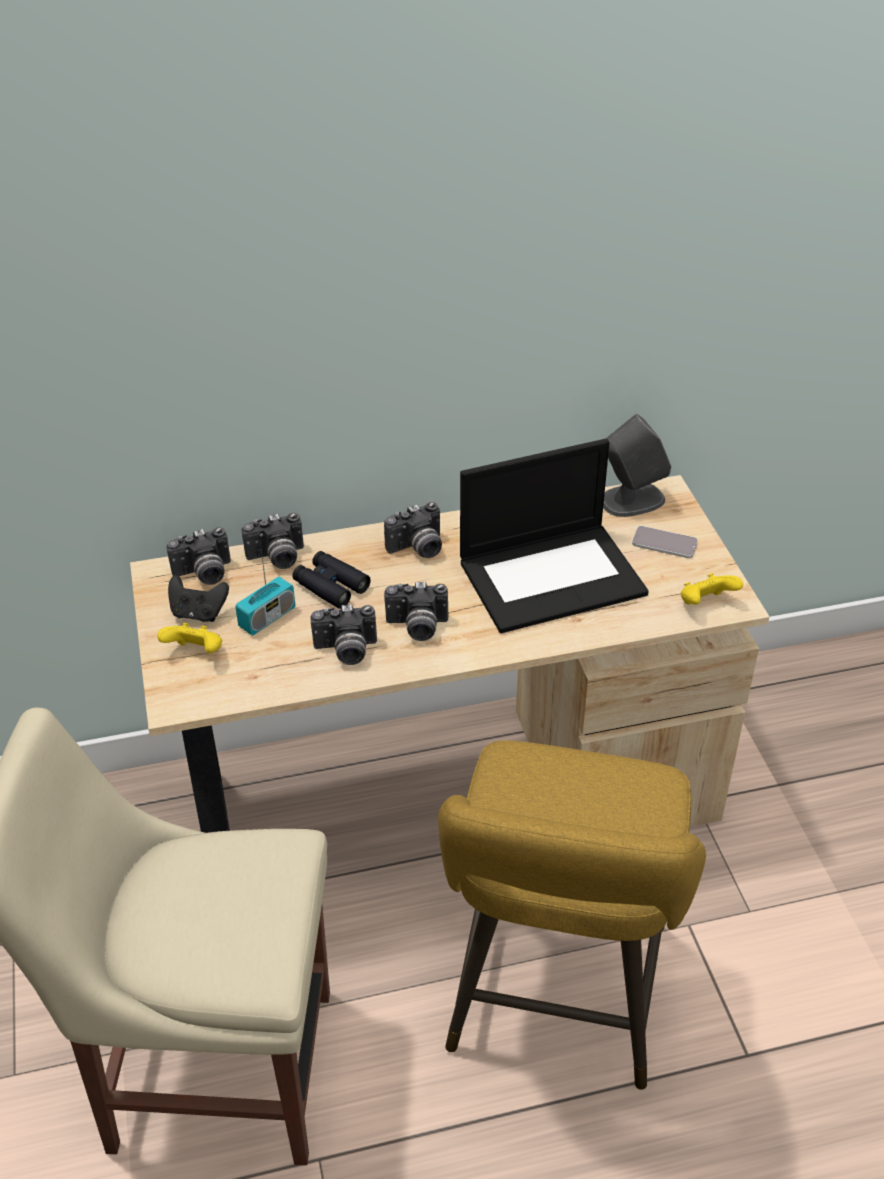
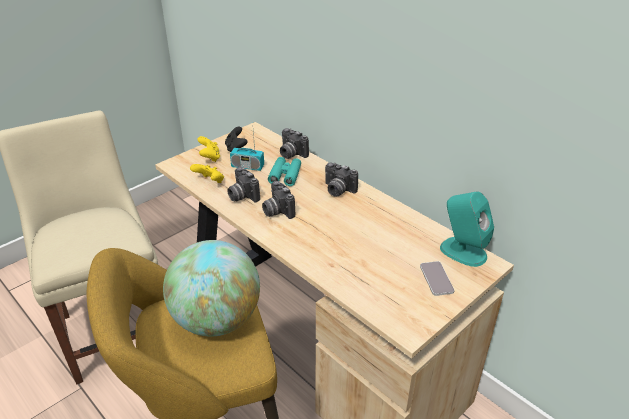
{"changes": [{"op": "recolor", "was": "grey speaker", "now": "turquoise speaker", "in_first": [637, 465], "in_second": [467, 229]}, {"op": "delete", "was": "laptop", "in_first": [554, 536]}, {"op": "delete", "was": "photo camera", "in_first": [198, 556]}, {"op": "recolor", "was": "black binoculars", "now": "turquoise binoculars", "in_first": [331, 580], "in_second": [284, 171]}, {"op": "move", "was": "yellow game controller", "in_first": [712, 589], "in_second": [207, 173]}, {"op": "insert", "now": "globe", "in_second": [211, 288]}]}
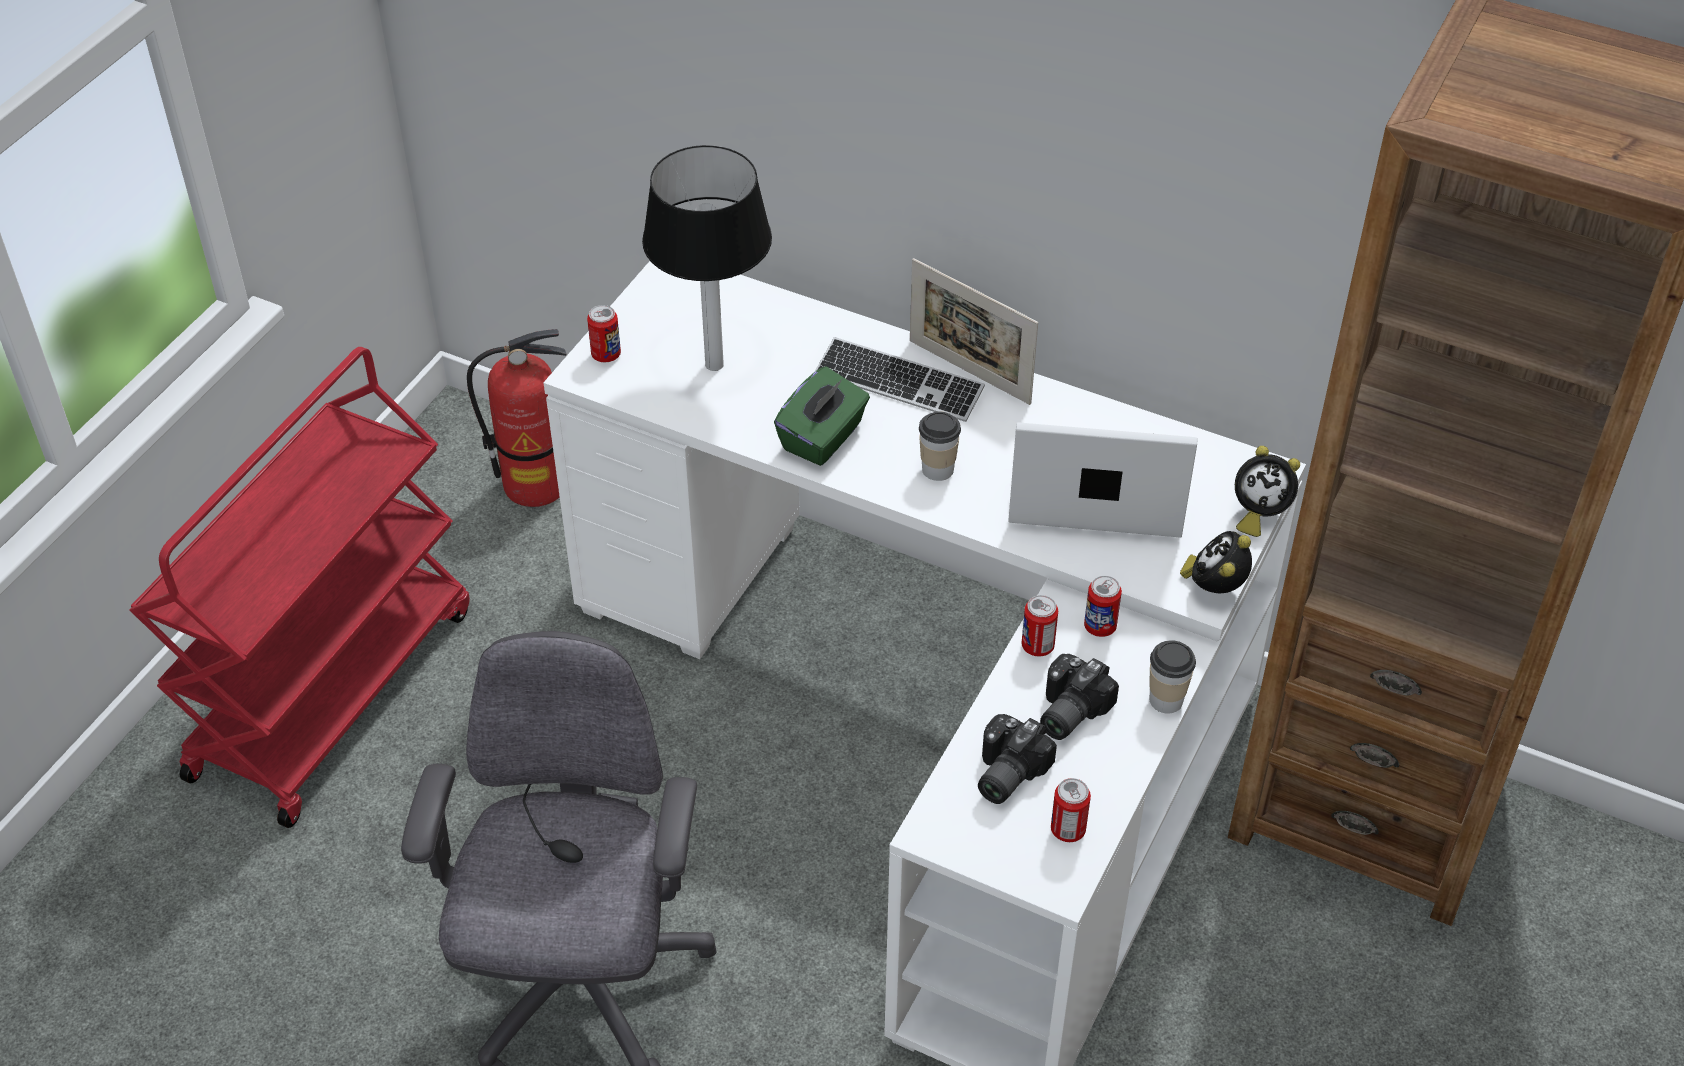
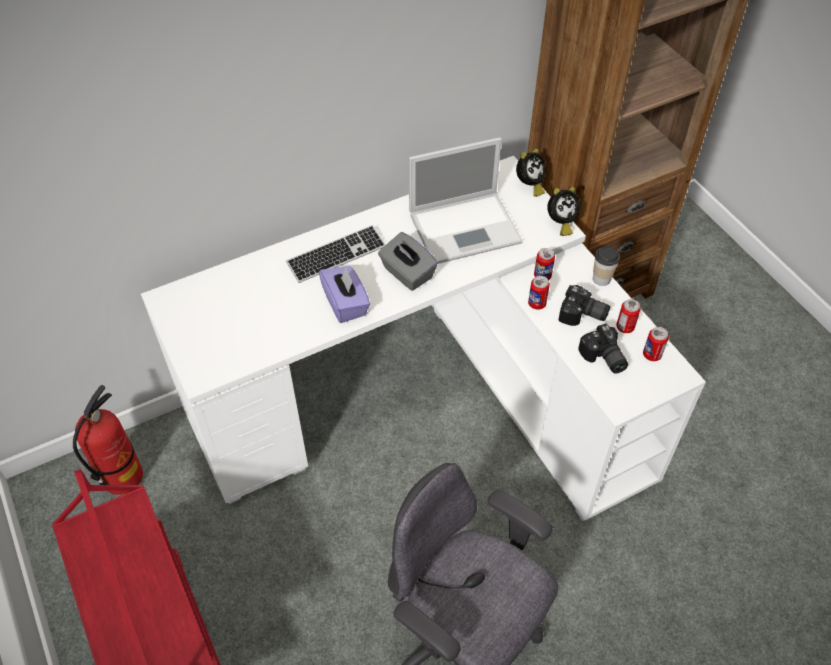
{"changes": [{"op": "delete", "was": "table lamp", "in_first": [707, 258]}, {"op": "delete", "was": "picture frame", "in_first": [974, 331]}, {"op": "move", "was": "can", "in_first": [604, 333], "in_second": [628, 316]}, {"op": "recolor", "was": "green tissue box", "now": "purple tissue box", "in_first": [822, 416], "in_second": [344, 294]}, {"op": "replace", "was": "cup", "now": "grey tissue box", "in_first": [940, 446], "in_second": [408, 261]}, {"op": "rotate", "was": "laptop", "in_first": [1102, 480], "in_second": [466, 200], "clockwise": -150}, {"op": "rotate", "was": "alarm clock", "in_first": [1216, 562], "in_second": [563, 211], "clockwise": -90}, {"op": "rotate", "was": "photo camera", "in_first": [1079, 697], "in_second": [584, 305], "clockwise": -45}]}
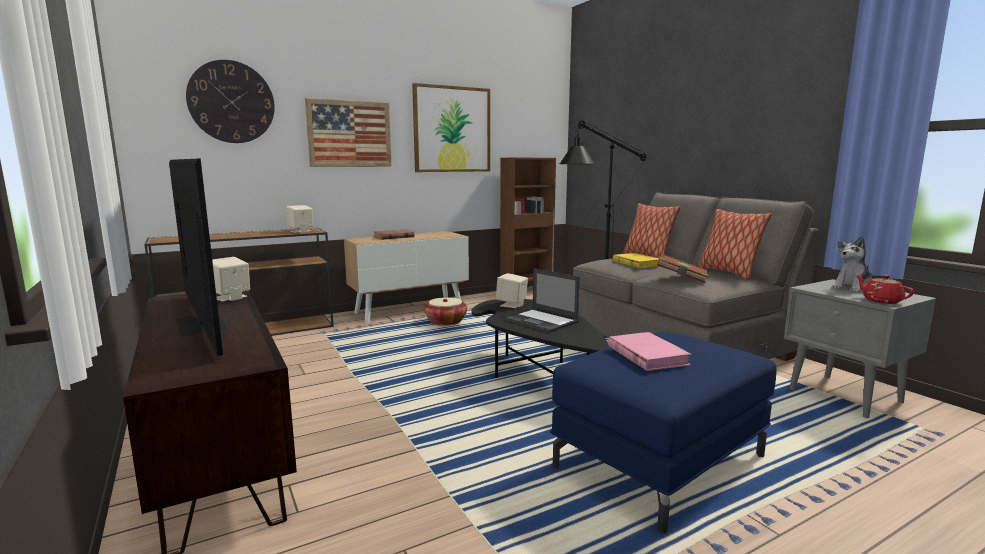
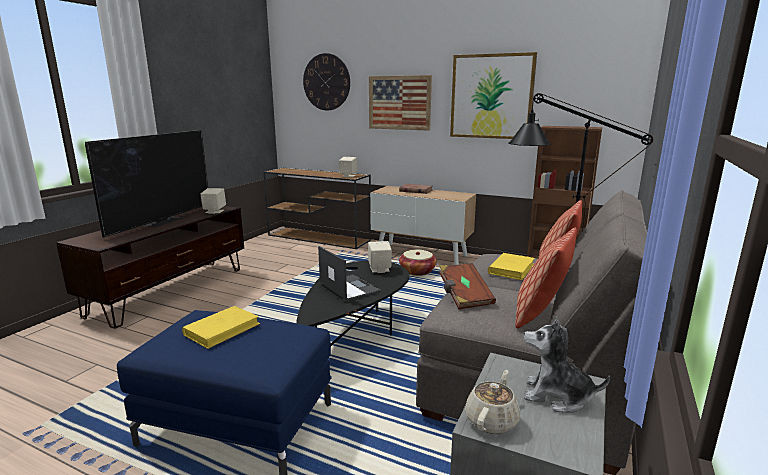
{"changes": [{"op": "rotate", "was": "laptop", "in_first": [542, 300], "in_second": [349, 274], "clockwise": 135}, {"op": "recolor", "was": "red teapot", "now": "beige teapot", "in_first": [884, 289], "in_second": [492, 402]}, {"op": "recolor", "was": "pink book", "now": "yellow book", "in_first": [650, 351], "in_second": [221, 327]}]}
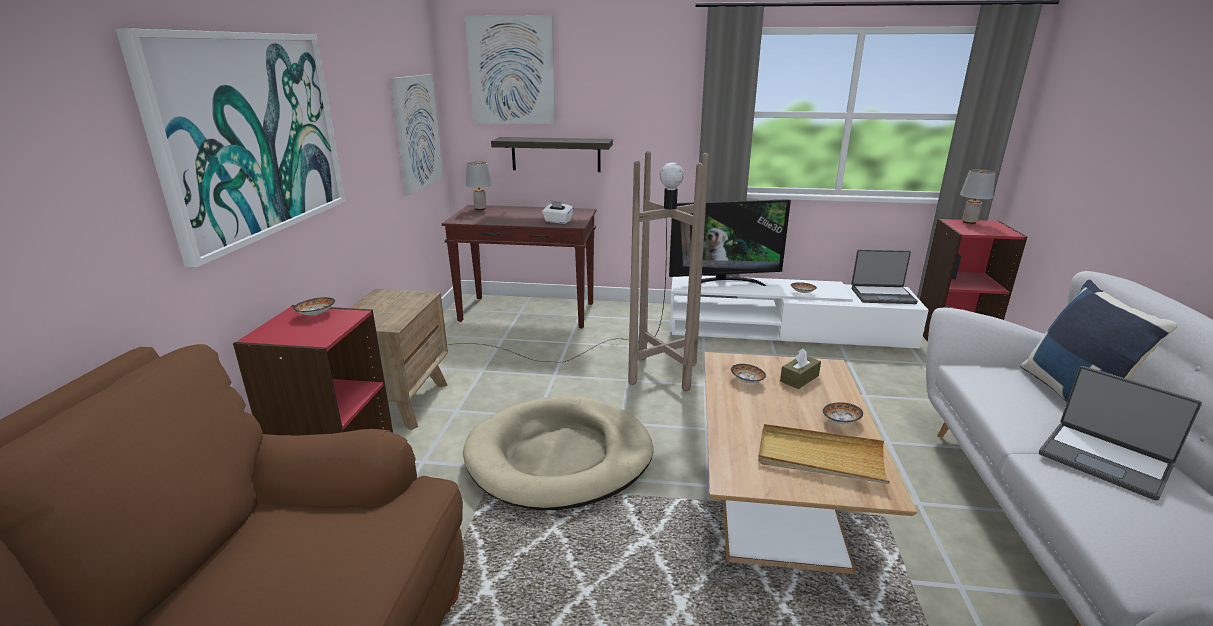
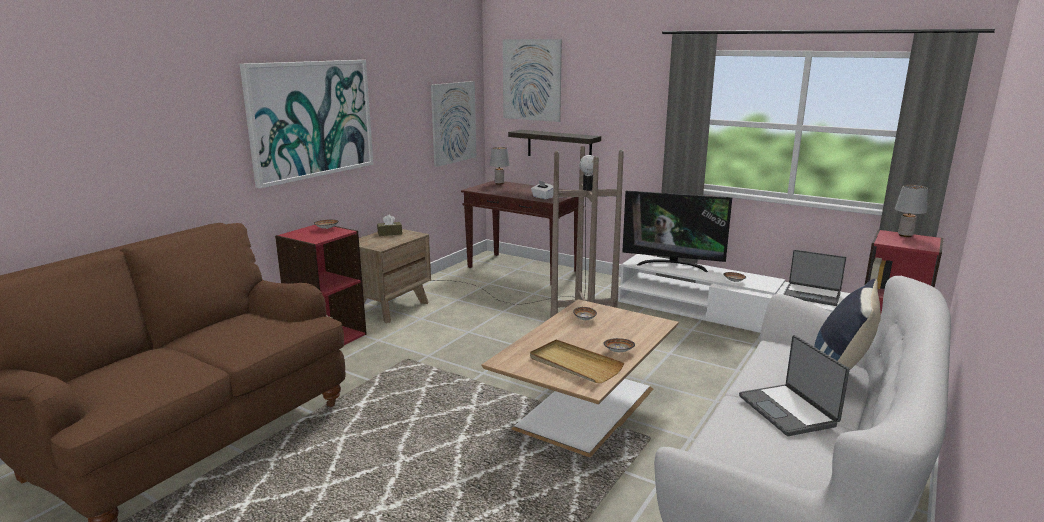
{"changes": [{"op": "move", "was": "brown tissue box", "in_first": [800, 368], "in_second": [389, 225]}, {"op": "delete", "was": "beige dog bed", "in_first": [558, 453]}]}
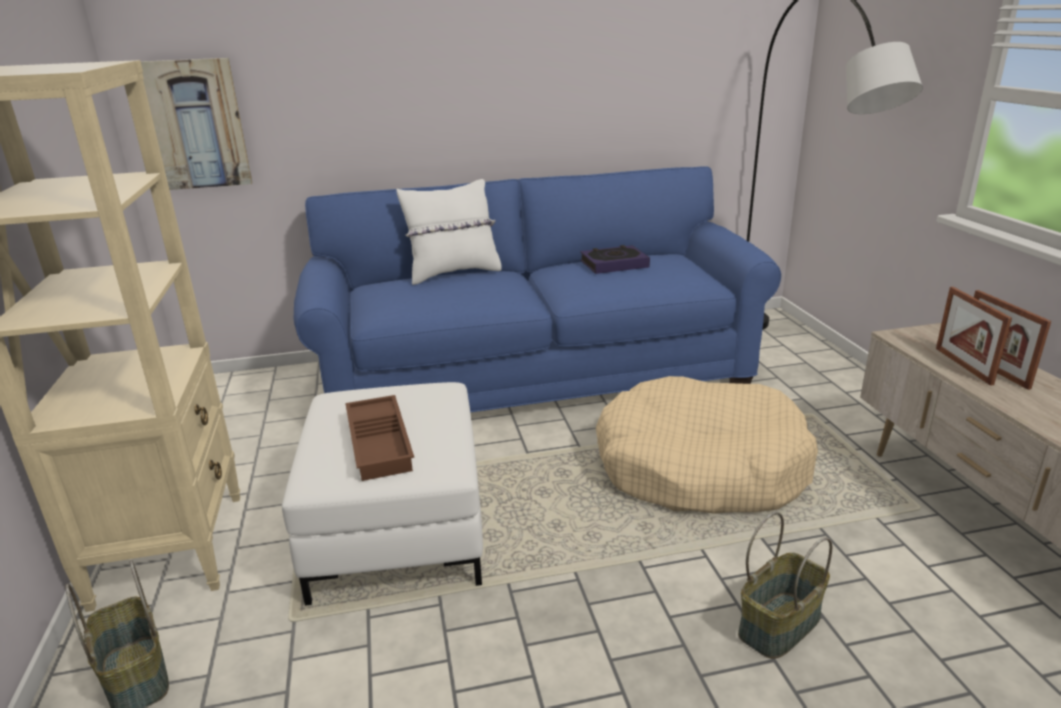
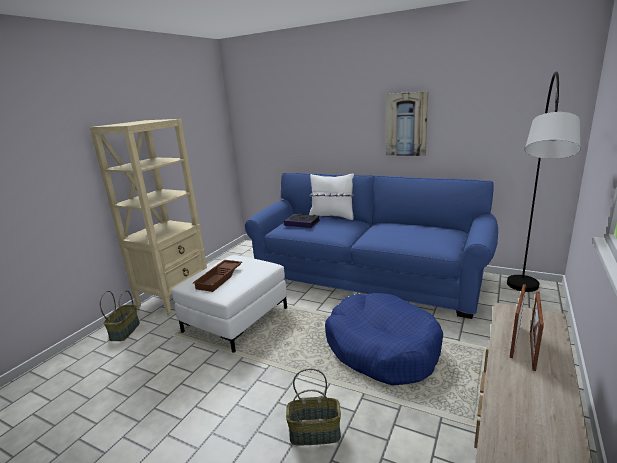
{"changes": [{"op": "move", "was": "picture", "in_first": [197, 124], "in_second": [407, 123]}, {"op": "move", "was": "book", "in_first": [615, 259], "in_second": [302, 221]}, {"op": "recolor", "was": "beige dog bed", "now": "blue dog bed", "in_first": [707, 445], "in_second": [384, 339]}]}
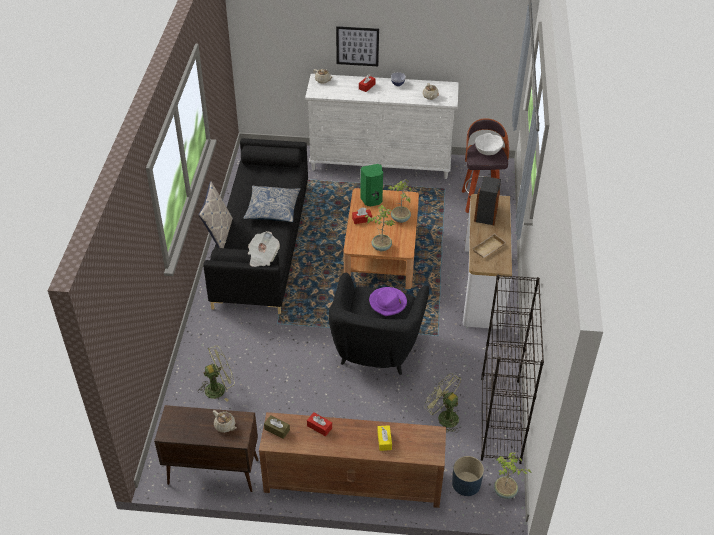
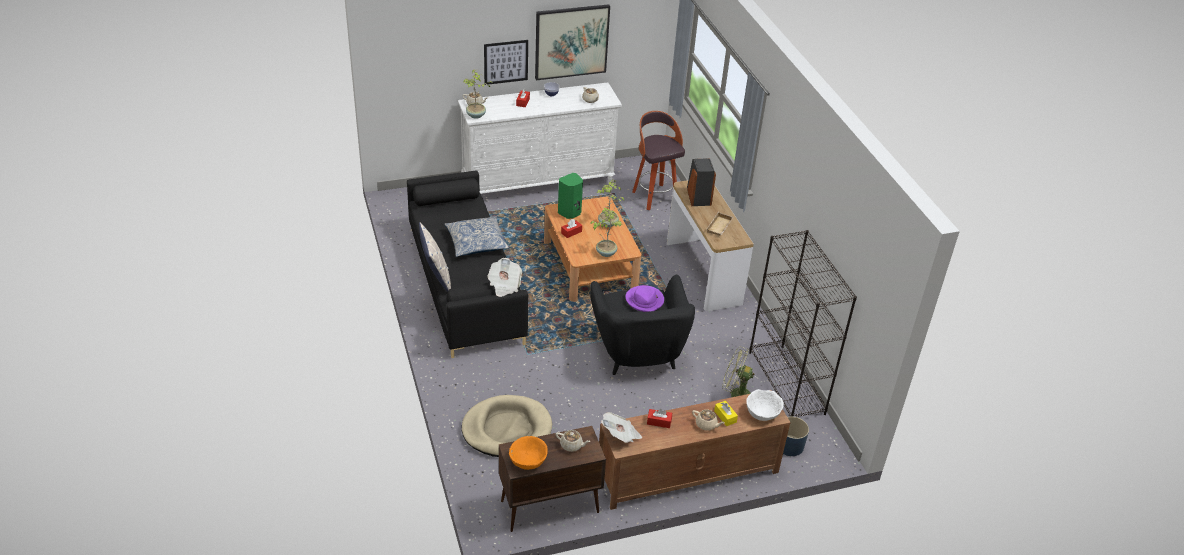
{"changes": [{"op": "move", "was": "white bowl", "in_first": [489, 144], "in_second": [765, 405]}, {"op": "replace", "was": "green fan", "now": "beige dog bed", "in_first": [216, 373], "in_second": [507, 426]}, {"op": "replace", "was": "brown tissue box", "now": "newspaper", "in_first": [277, 427], "in_second": [621, 427]}, {"op": "move", "was": "potted plant", "in_first": [512, 475], "in_second": [477, 94]}, {"op": "insert", "now": "picture", "in_second": [572, 42]}, {"op": "insert", "now": "beige teapot", "in_second": [708, 420]}, {"op": "insert", "now": "orange bowl", "in_second": [528, 453]}]}
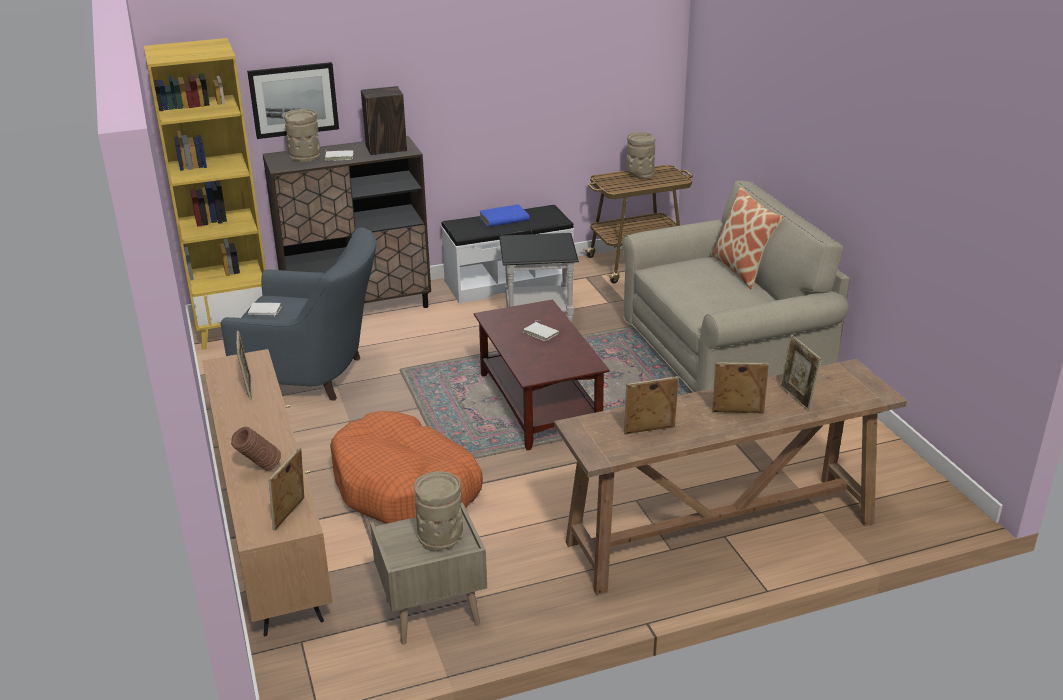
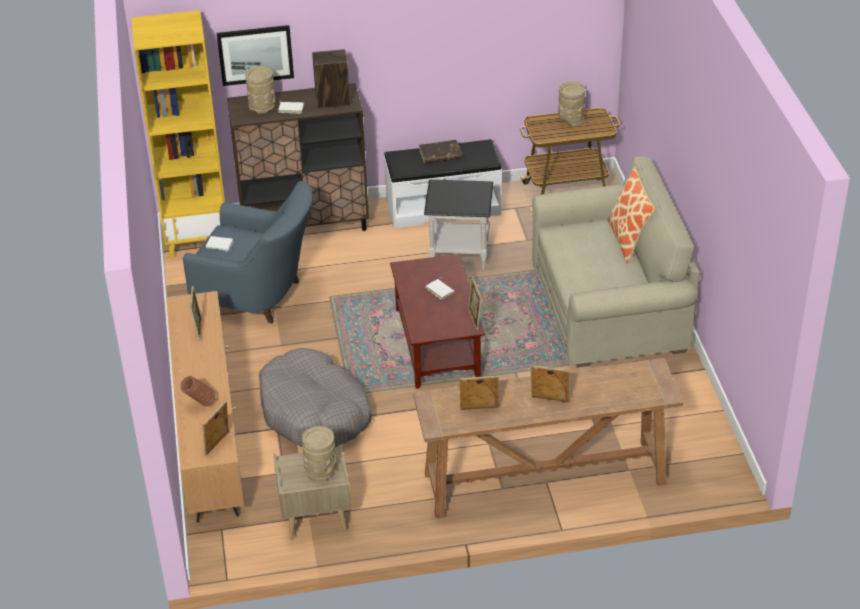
{"changes": [{"op": "recolor", "was": "blue book", "now": "brown book", "in_first": [504, 215], "in_second": [440, 152]}, {"op": "move", "was": "picture frame", "in_first": [801, 372], "in_second": [475, 303]}, {"op": "recolor", "was": "orange dog bed", "now": "grey dog bed", "in_first": [406, 467], "in_second": [315, 397]}]}
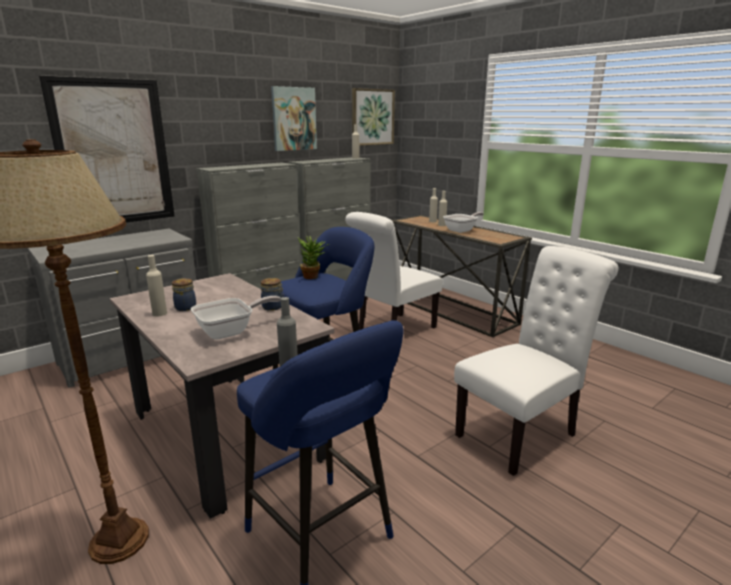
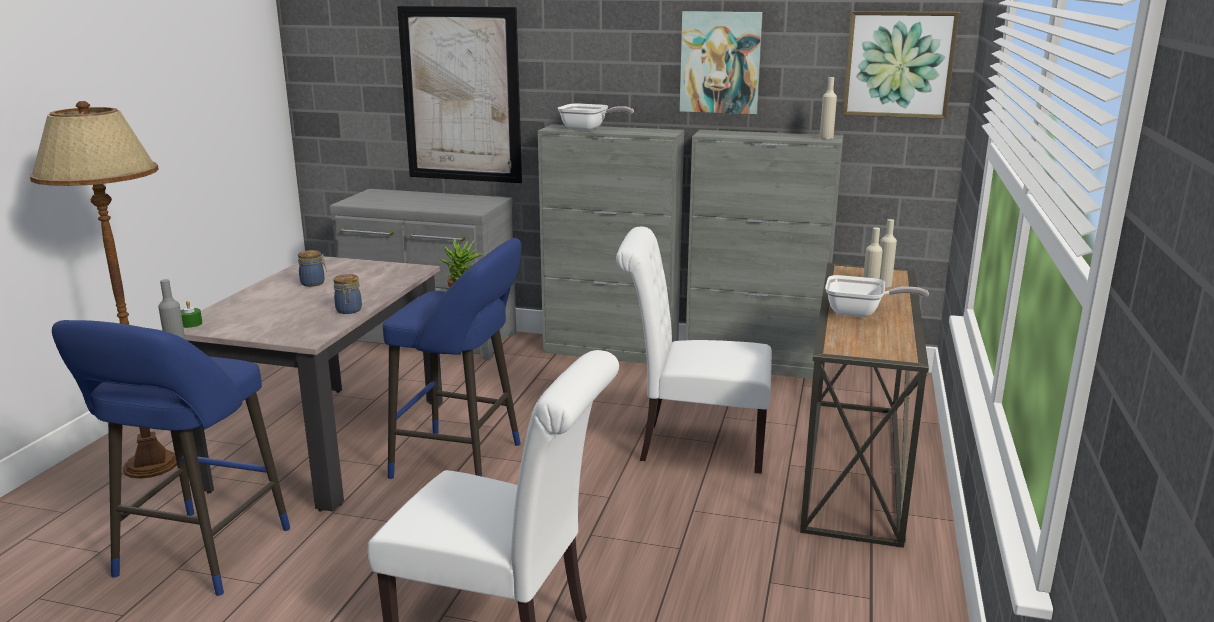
{"changes": [{"op": "delete", "was": "beige bottle", "in_first": [156, 285]}, {"op": "move", "was": "frying pan", "in_first": [236, 318], "in_second": [596, 117]}, {"op": "insert", "now": "green candle", "in_second": [191, 314]}]}
